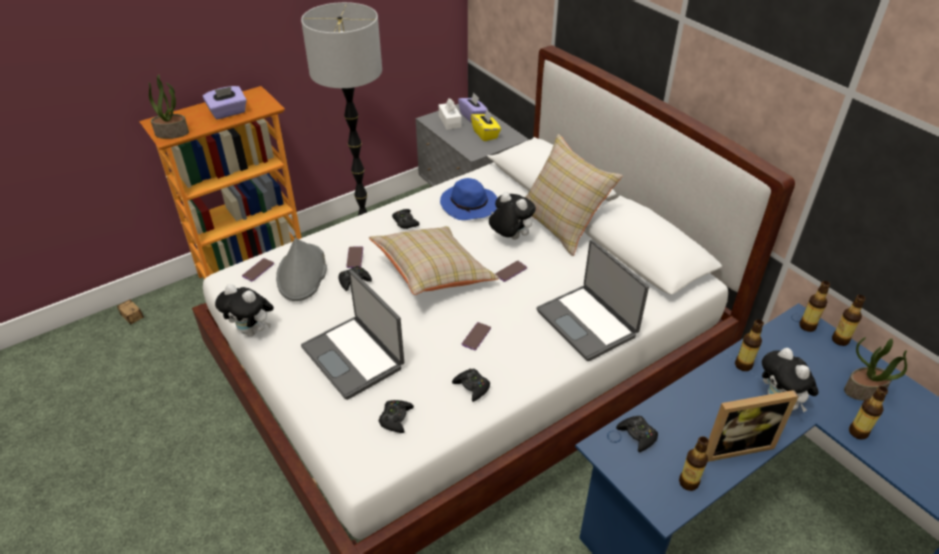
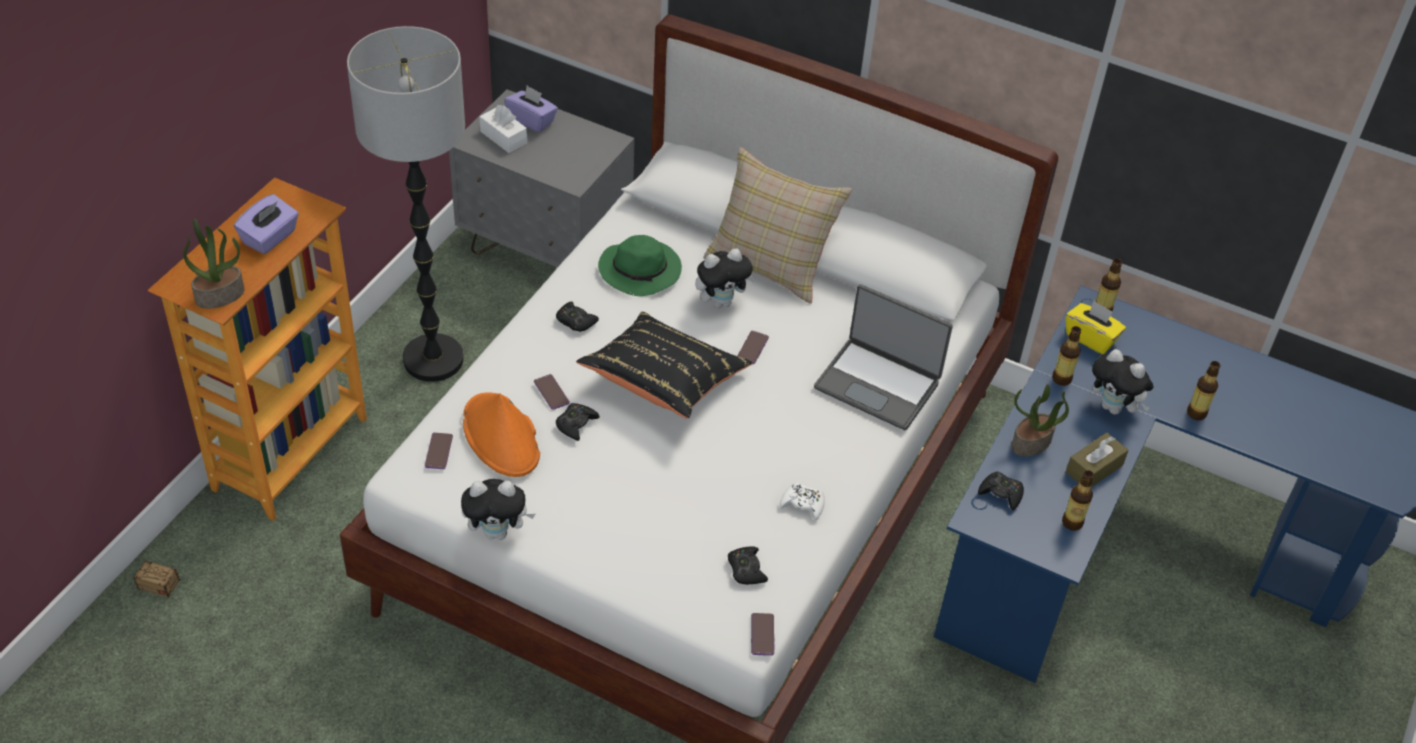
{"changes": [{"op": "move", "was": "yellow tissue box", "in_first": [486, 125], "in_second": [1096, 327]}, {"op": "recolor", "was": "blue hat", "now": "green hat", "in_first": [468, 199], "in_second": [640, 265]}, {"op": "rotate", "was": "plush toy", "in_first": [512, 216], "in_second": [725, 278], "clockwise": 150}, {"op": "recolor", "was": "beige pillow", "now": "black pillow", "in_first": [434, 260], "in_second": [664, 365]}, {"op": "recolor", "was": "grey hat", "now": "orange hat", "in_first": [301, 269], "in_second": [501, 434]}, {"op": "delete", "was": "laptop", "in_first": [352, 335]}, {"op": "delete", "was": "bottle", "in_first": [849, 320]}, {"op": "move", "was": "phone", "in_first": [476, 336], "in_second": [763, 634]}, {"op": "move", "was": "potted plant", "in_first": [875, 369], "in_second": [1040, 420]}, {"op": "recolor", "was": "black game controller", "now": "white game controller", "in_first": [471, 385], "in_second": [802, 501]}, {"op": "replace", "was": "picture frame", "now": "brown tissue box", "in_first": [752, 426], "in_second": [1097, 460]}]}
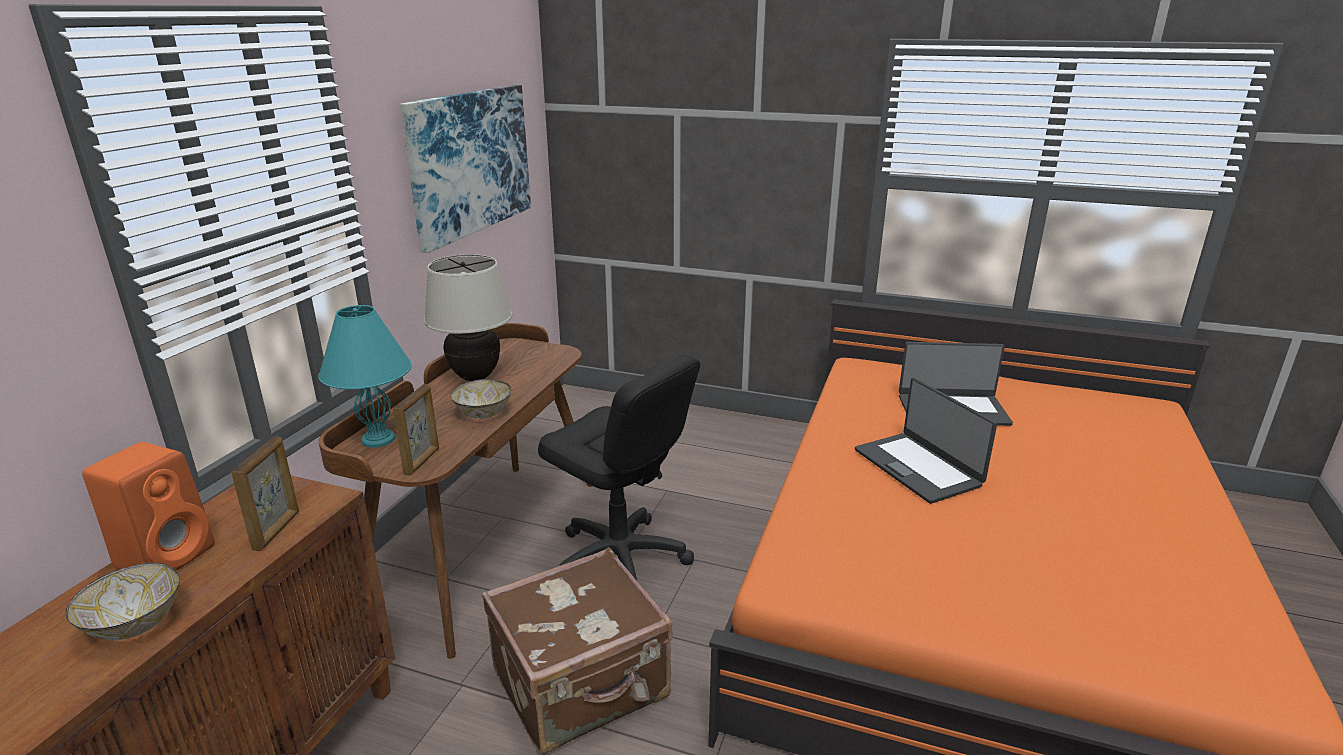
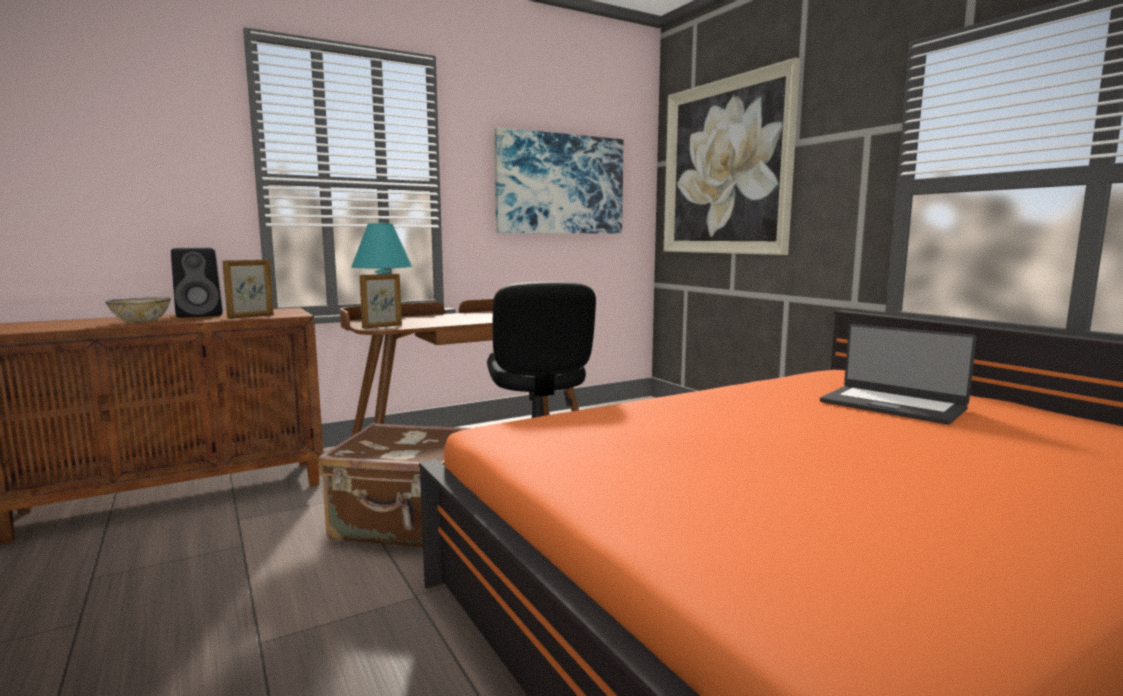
{"changes": [{"op": "delete", "was": "beige table lamp", "in_first": [468, 317]}, {"op": "delete", "was": "laptop", "in_first": [926, 440]}, {"op": "delete", "was": "bowl", "in_first": [481, 399]}, {"op": "recolor", "was": "orange speaker", "now": "black speaker", "in_first": [148, 506], "in_second": [197, 283]}, {"op": "insert", "now": "picture", "in_second": [732, 156]}]}
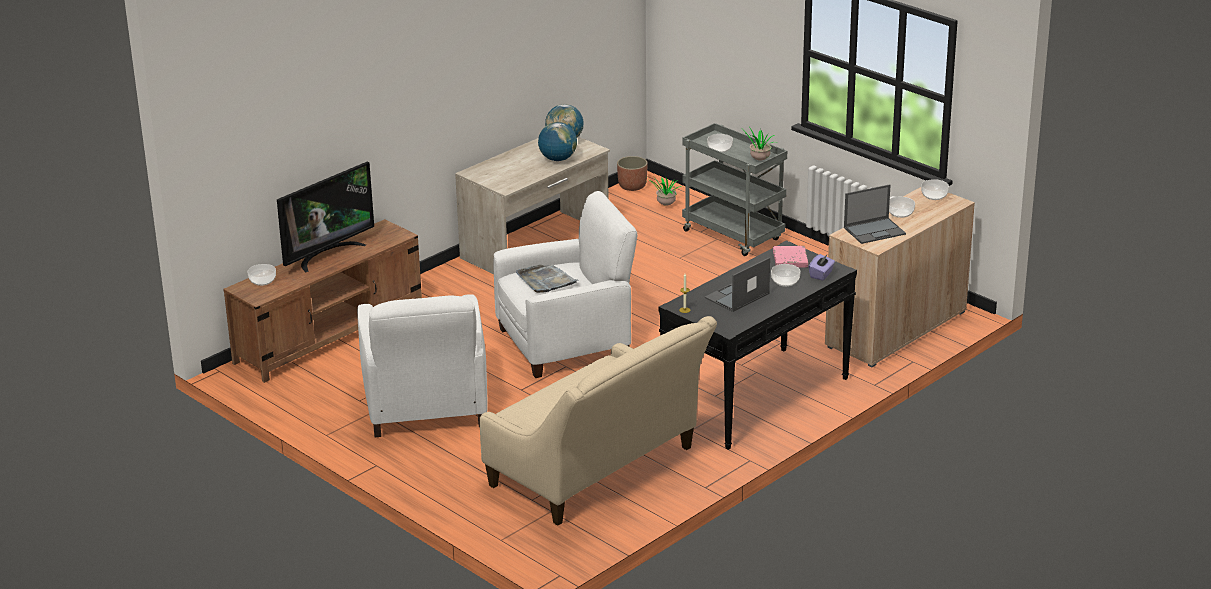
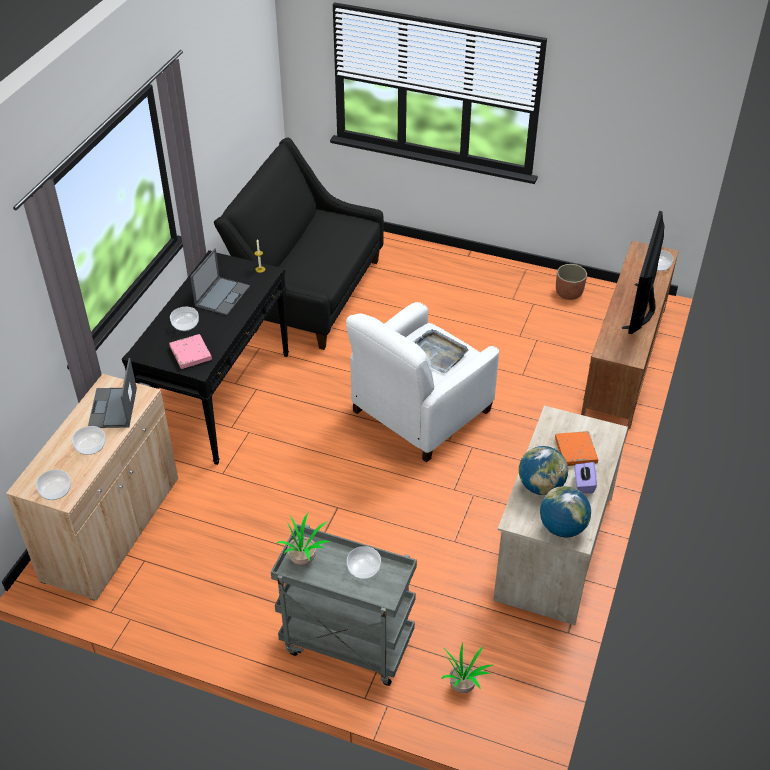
{"changes": [{"op": "move", "was": "planter", "in_first": [632, 173], "in_second": [571, 282]}, {"op": "rotate", "was": "laptop", "in_first": [875, 214], "in_second": [112, 393], "clockwise": -45}, {"op": "move", "was": "purple tissue box", "in_first": [822, 267], "in_second": [586, 477]}, {"op": "delete", "was": "white armchair", "in_first": [422, 365]}, {"op": "recolor", "was": "beige sofa", "now": "black sofa", "in_first": [598, 420], "in_second": [299, 244]}, {"op": "insert", "now": "orange book", "in_second": [576, 448]}]}
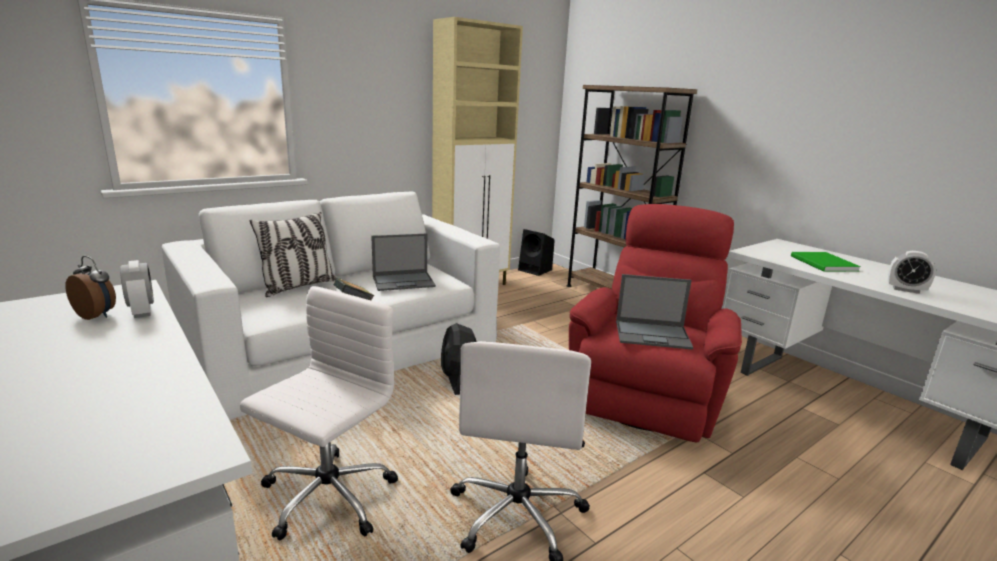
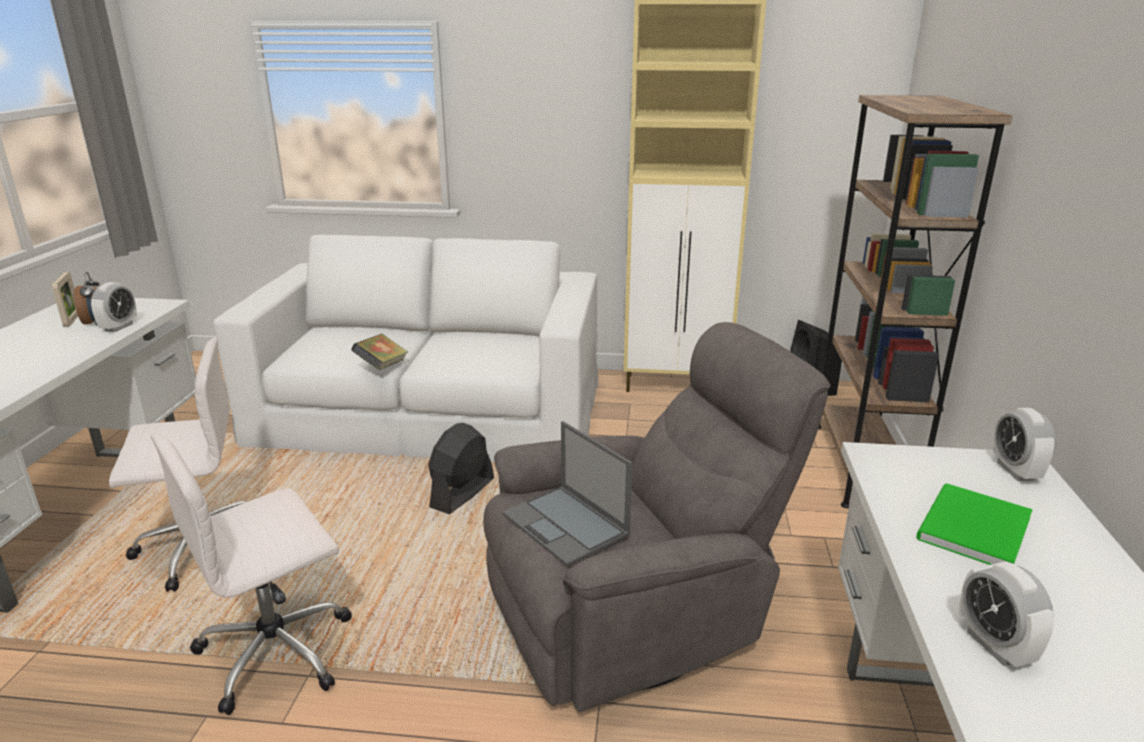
{"changes": [{"op": "recolor", "was": "red armchair", "now": "grey armchair", "in_first": [655, 323], "in_second": [657, 517]}, {"op": "delete", "was": "pillow", "in_first": [293, 254]}, {"op": "delete", "was": "laptop", "in_first": [403, 262]}, {"op": "insert", "now": "picture frame", "in_second": [65, 299]}, {"op": "insert", "now": "alarm clock", "in_second": [1024, 444]}]}
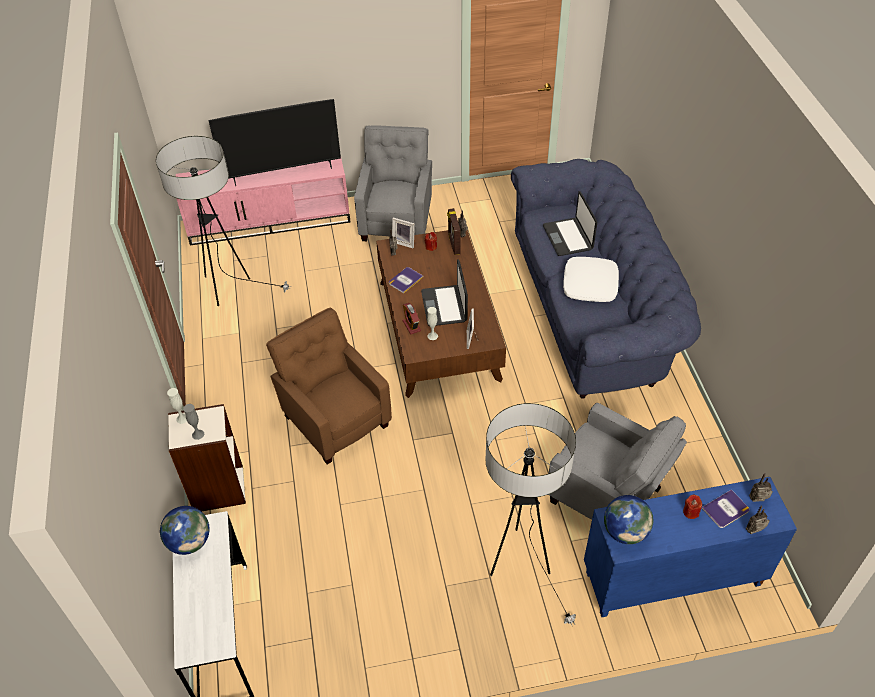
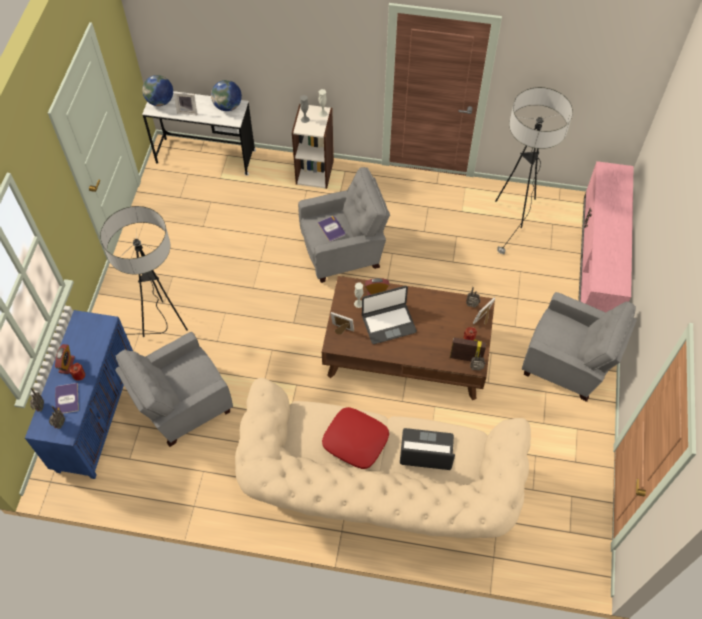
{"changes": [{"op": "delete", "was": "television", "in_first": [275, 142]}, {"op": "recolor", "was": "blue sofa", "now": "beige sofa", "in_first": [606, 279], "in_second": [383, 458]}, {"op": "recolor", "was": "white pillow", "now": "red pillow", "in_first": [591, 279], "in_second": [355, 438]}, {"op": "rotate", "was": "laptop", "in_first": [444, 292], "in_second": [389, 315], "clockwise": 150}, {"op": "move", "was": "book", "in_first": [406, 280], "in_second": [331, 229]}, {"op": "recolor", "was": "brown armchair", "now": "grey armchair", "in_first": [329, 386], "in_second": [344, 225]}, {"op": "move", "was": "globe", "in_first": [628, 519], "in_second": [157, 90]}, {"op": "insert", "now": "picture frame", "in_second": [185, 103]}, {"op": "insert", "now": "alarm clock", "in_second": [65, 359]}]}
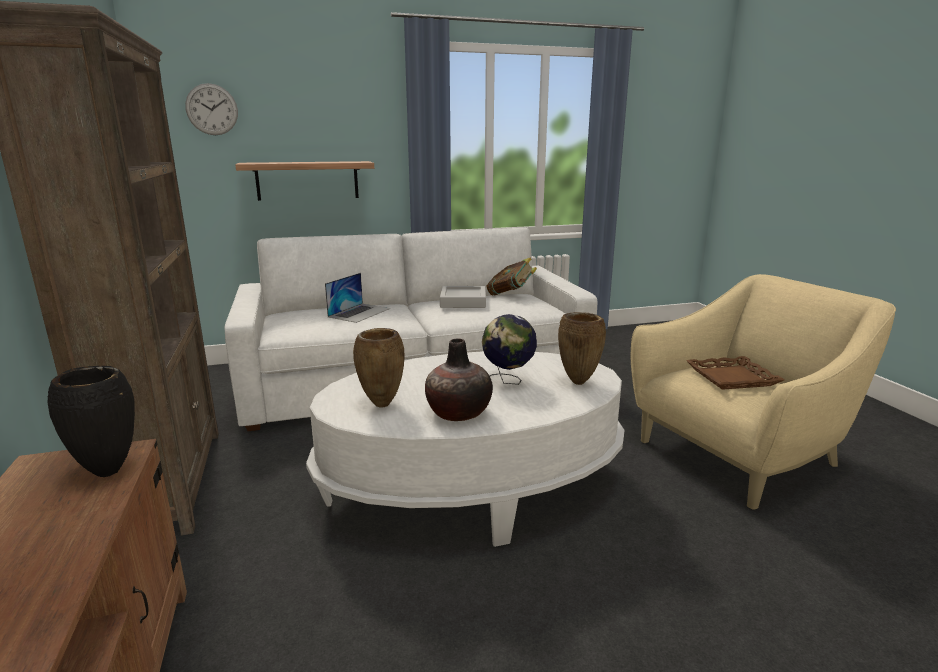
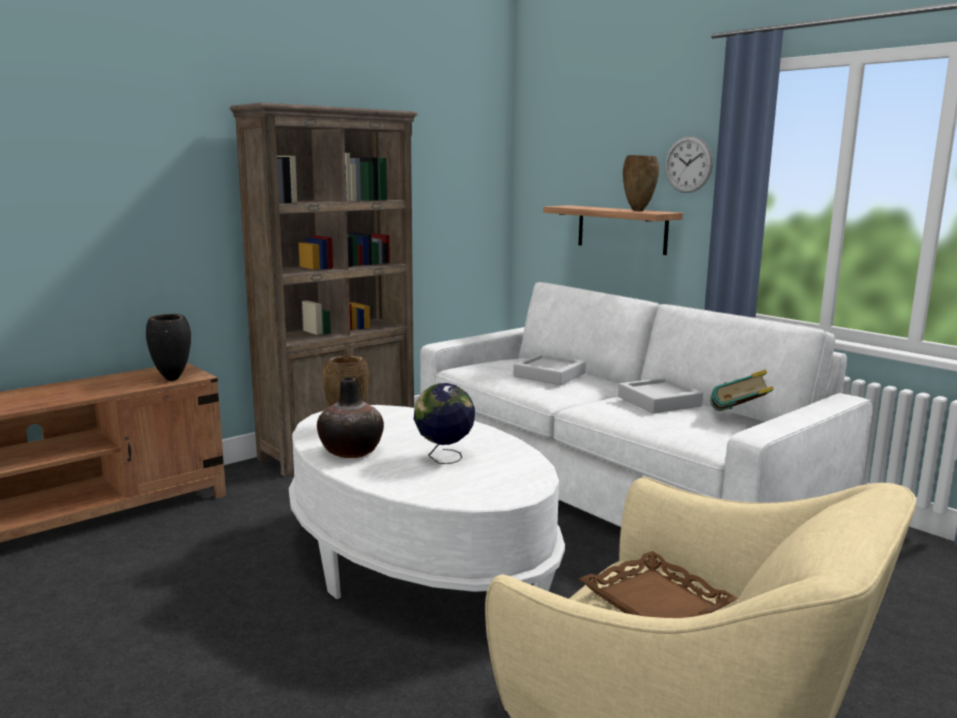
{"changes": [{"op": "move", "was": "wall clock", "in_first": [211, 109], "in_second": [689, 164]}, {"op": "replace", "was": "laptop", "now": "grey tray", "in_first": [357, 298], "in_second": [549, 369]}, {"op": "move", "was": "brown vase", "in_first": [582, 348], "in_second": [641, 183]}]}
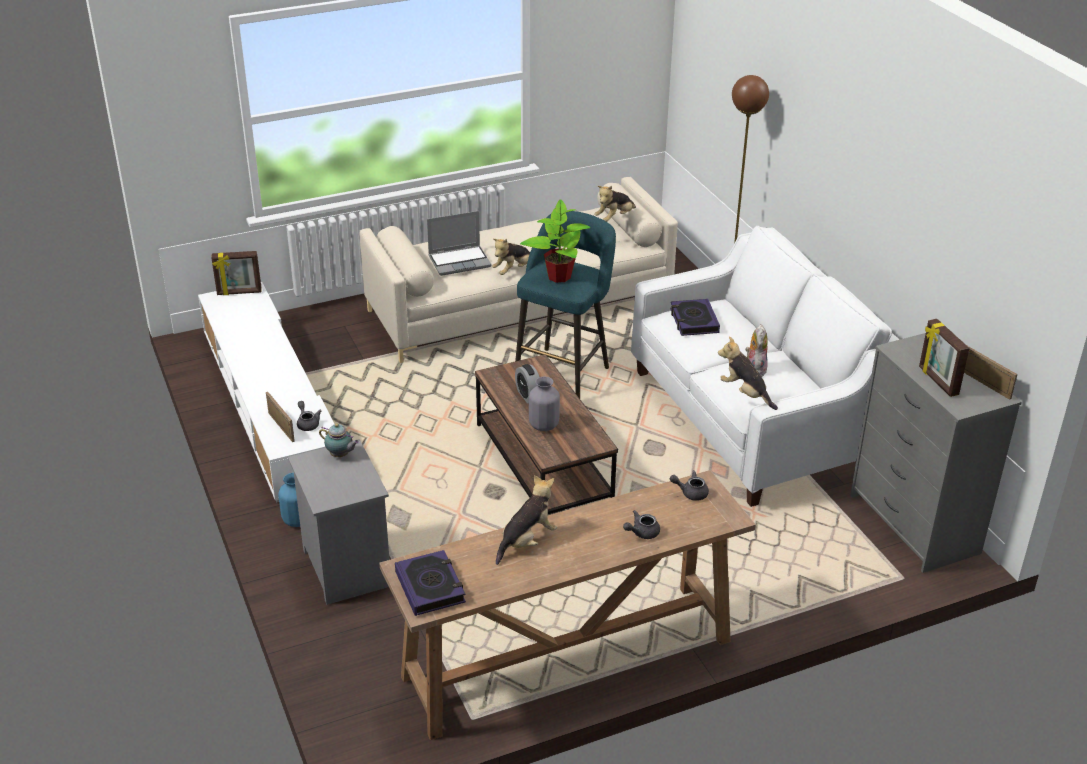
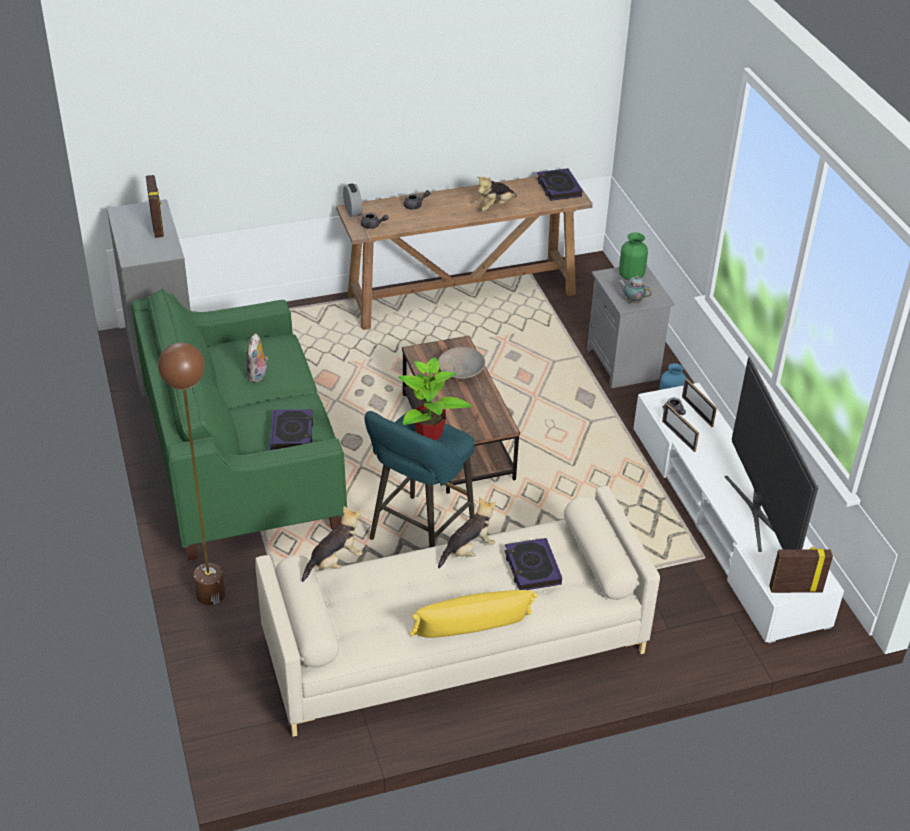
{"changes": [{"op": "replace", "was": "laptop", "now": "book", "in_first": [459, 243], "in_second": [533, 564]}, {"op": "recolor", "was": "white sofa", "now": "green sofa", "in_first": [765, 366], "in_second": [239, 425]}, {"op": "delete", "was": "plush toy", "in_first": [748, 373]}, {"op": "move", "was": "picture frame", "in_first": [991, 373], "in_second": [680, 427]}, {"op": "move", "was": "alarm clock", "in_first": [527, 384], "in_second": [352, 200]}, {"op": "replace", "was": "grey vase", "now": "beige bowl", "in_first": [544, 404], "in_second": [461, 364]}, {"op": "insert", "now": "green vase", "in_second": [633, 256]}, {"op": "insert", "now": "television", "in_second": [772, 454]}, {"op": "insert", "now": "yellow pillow", "in_second": [474, 614]}]}
